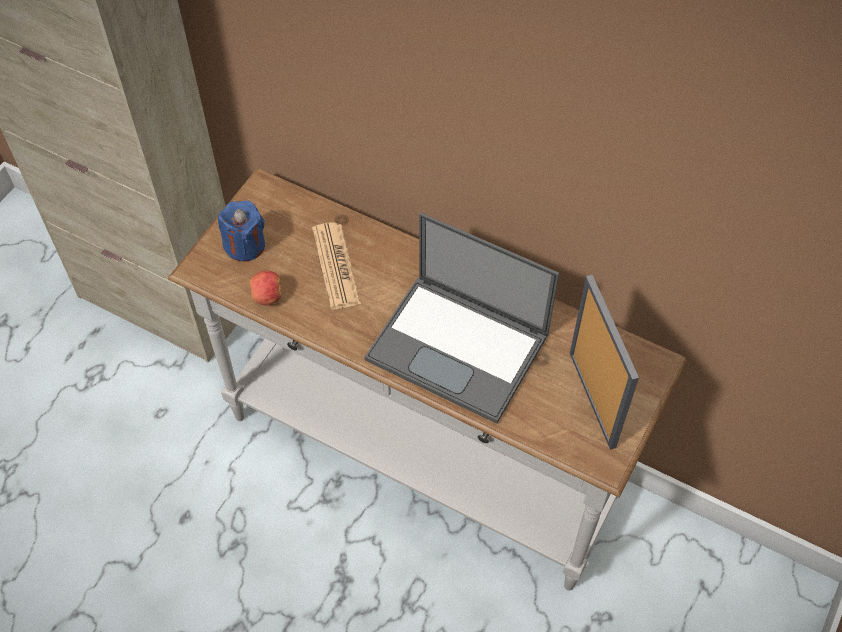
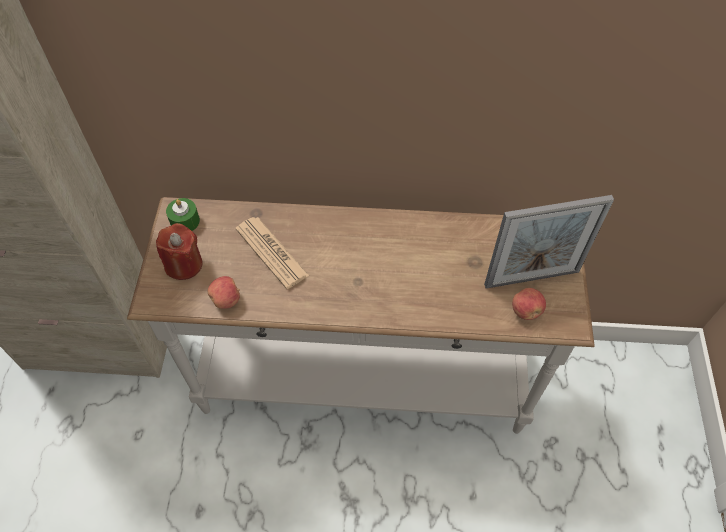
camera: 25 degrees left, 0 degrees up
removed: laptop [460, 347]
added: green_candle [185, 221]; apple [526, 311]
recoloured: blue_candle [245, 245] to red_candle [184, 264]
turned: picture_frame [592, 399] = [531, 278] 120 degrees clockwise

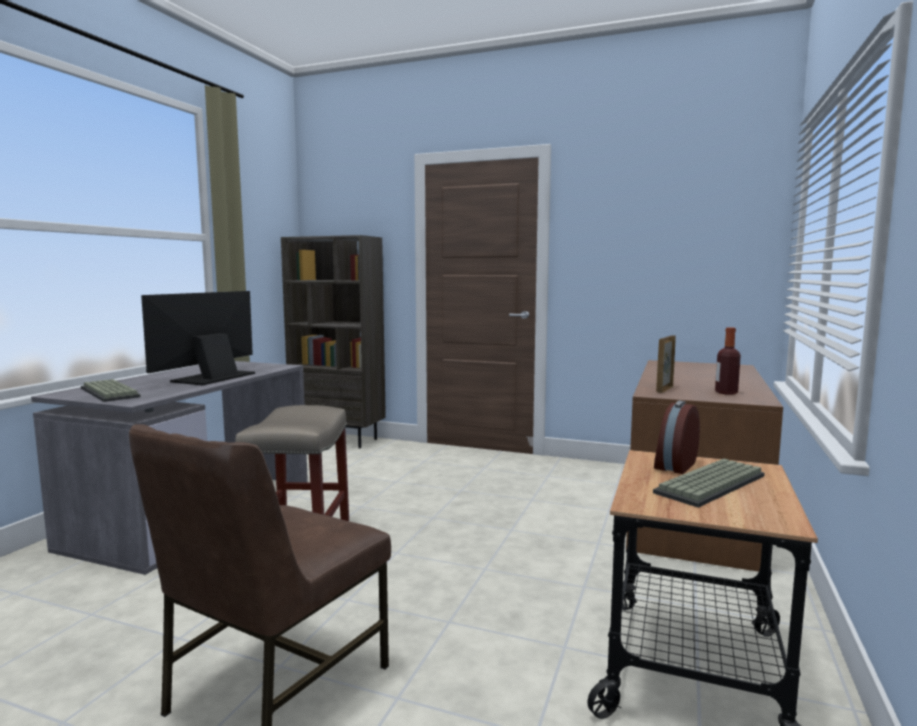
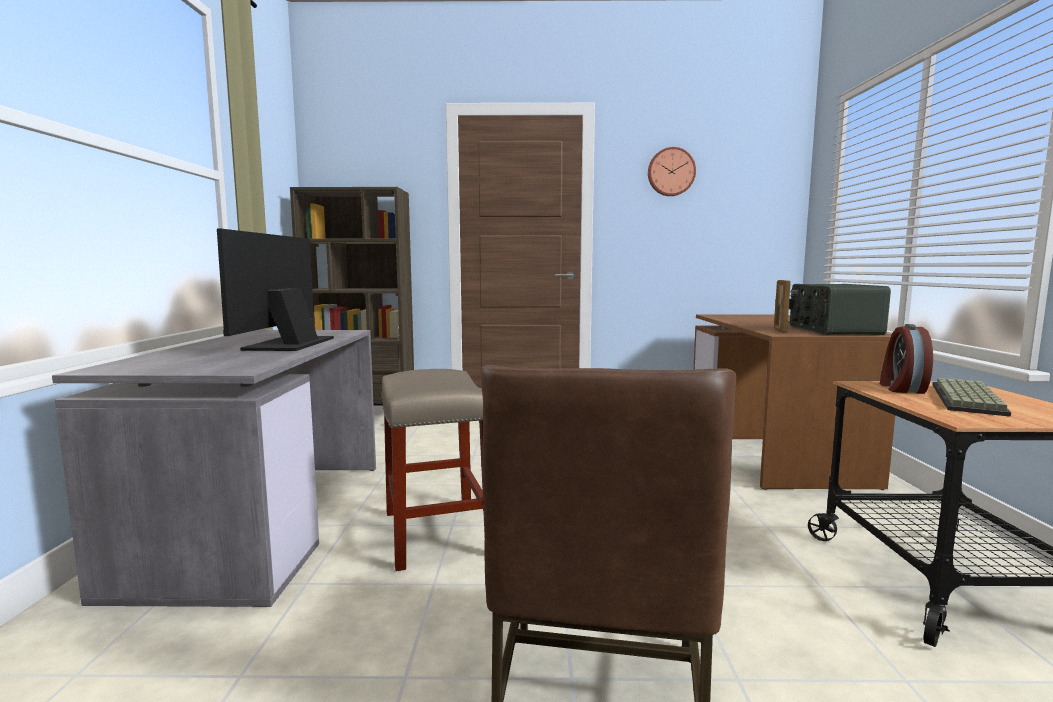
camera: 20 degrees left, 0 degrees up
removed: keyboard [111, 392]
added: wall_clock [671, 172]
replaced: bottle [726, 392] to radio [832, 330]

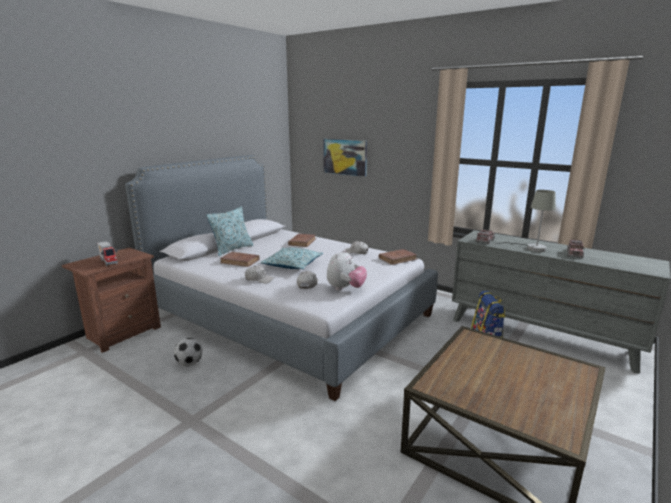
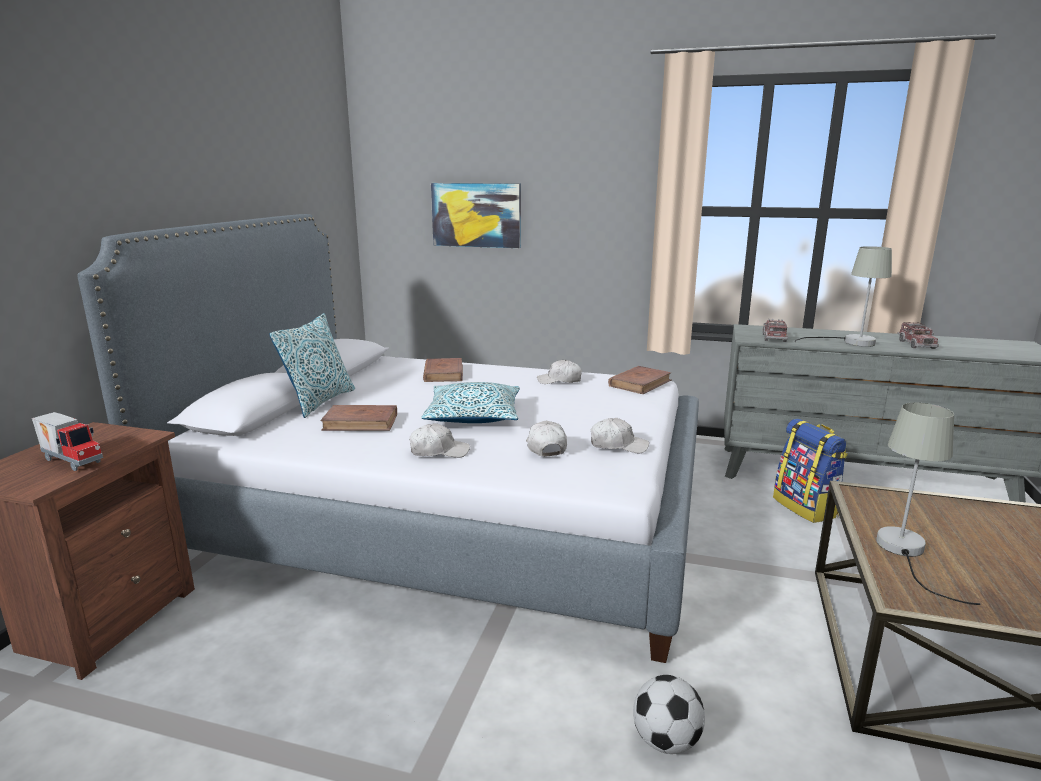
camera: 20 degrees left, 0 degrees up
added: grey_table_lamp [906, 552]
moved: football [189, 363] to [665, 742]
replaced: plush_toy [345, 288] to white_cap [618, 445]

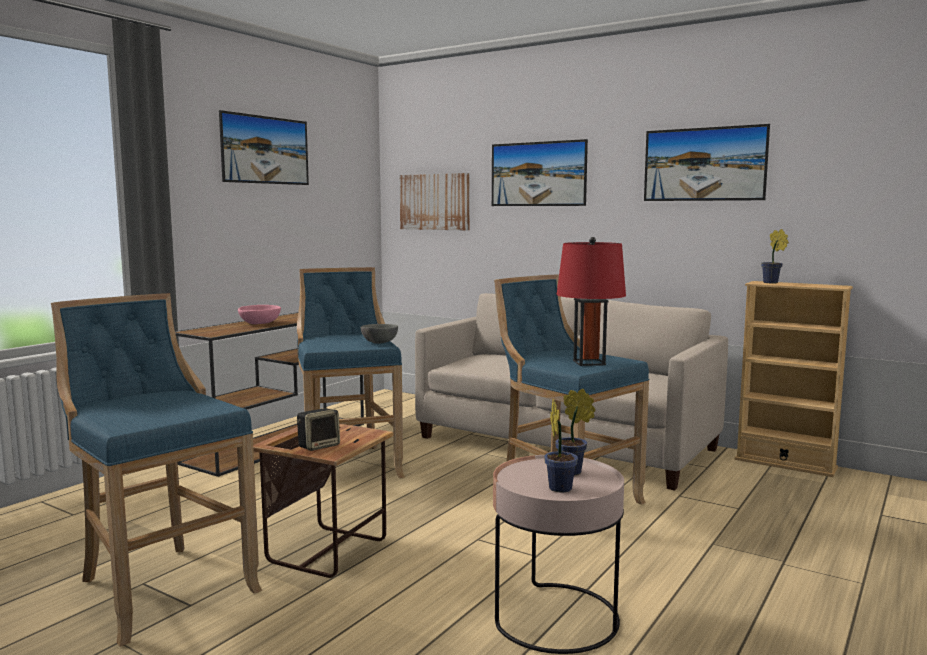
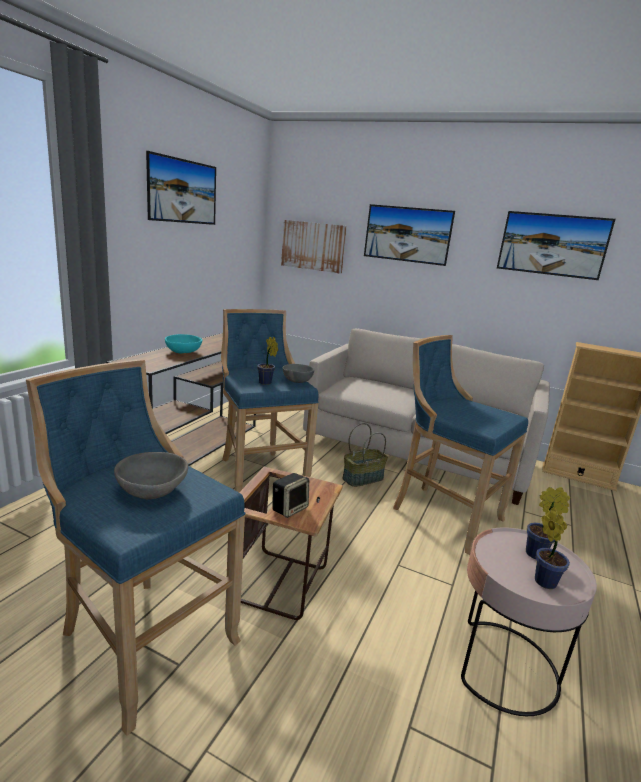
camera: 10 degrees left, 10 degrees up
removed: red_table_lamp [589, 363]
added: grey_bowl [152, 491]; basket [363, 478]
moved: potted_plant [772, 283] to [266, 383]
recoloured: pink_bowl [259, 323] to turquoise_bowl [183, 352]

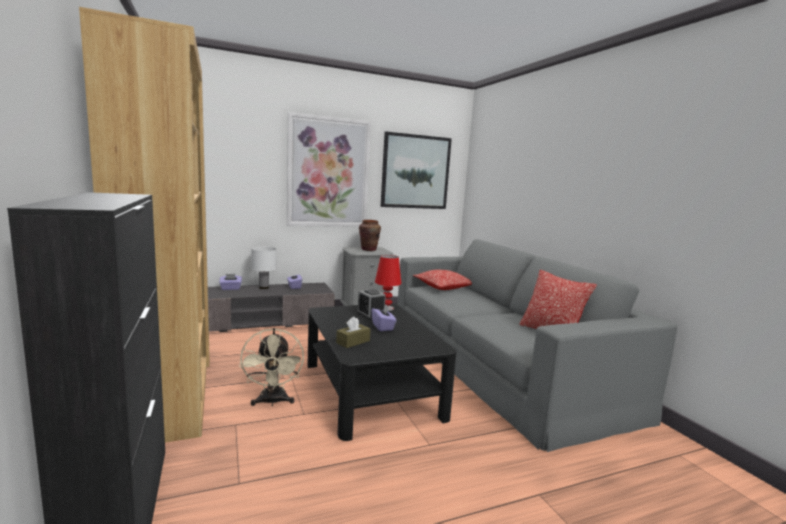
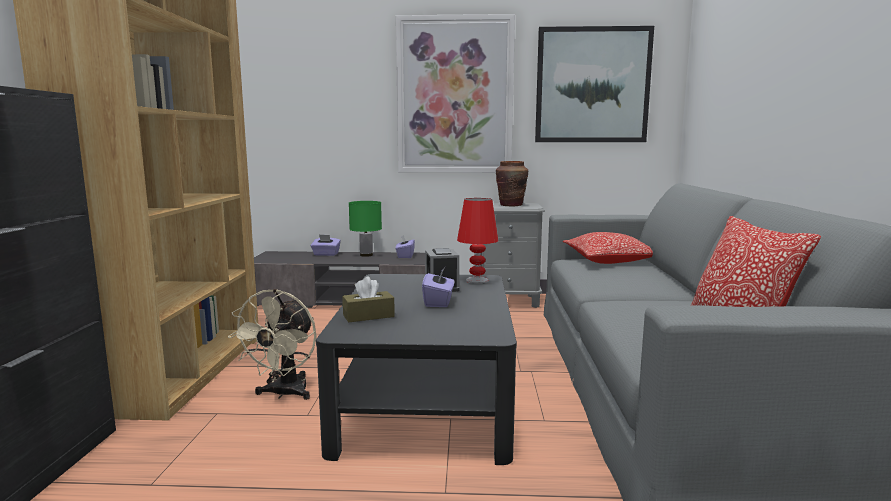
camera: 25 degrees right, 0 degrees up
recoloured: white_table_lamp [263, 287] to green_table_lamp [366, 255]

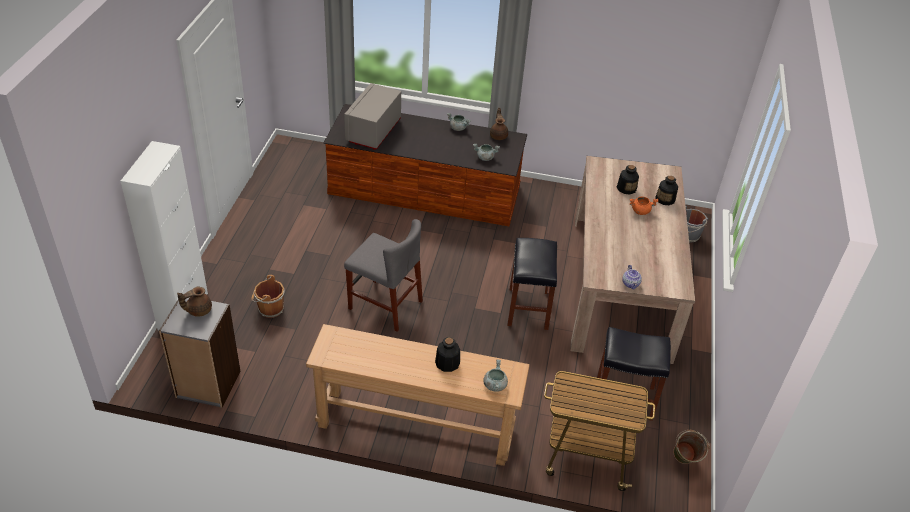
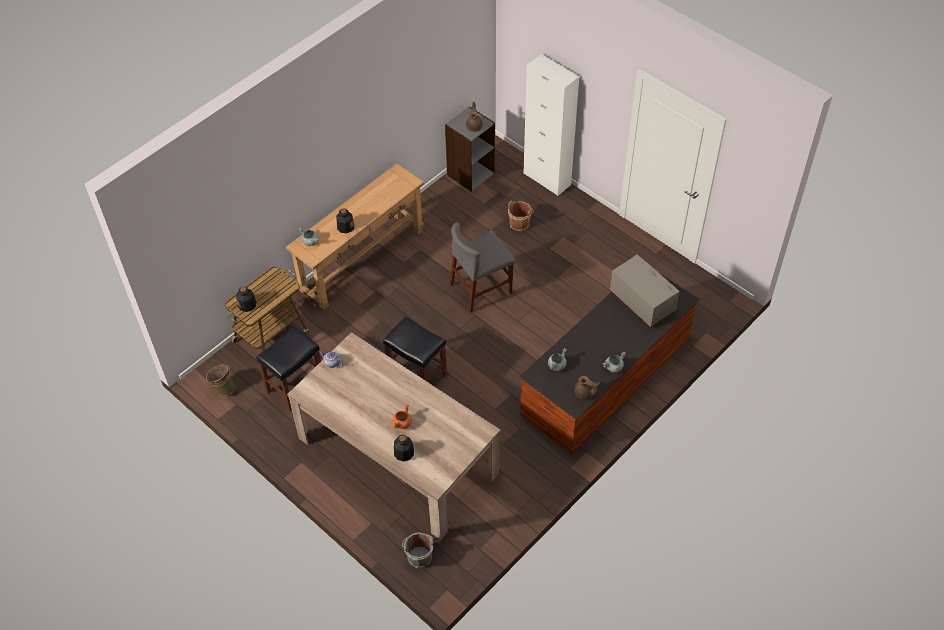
camera: 125 degrees right, 10 degrees up
moved: bottle [626, 188] to [247, 305]

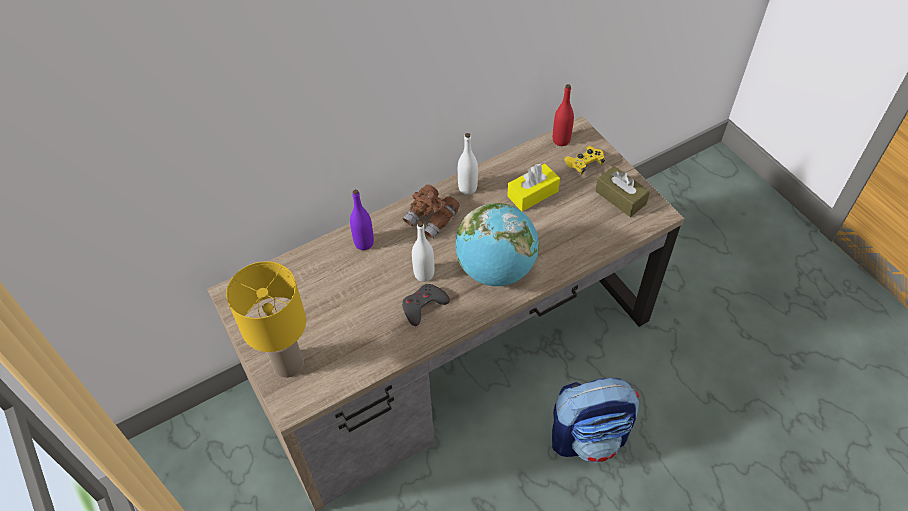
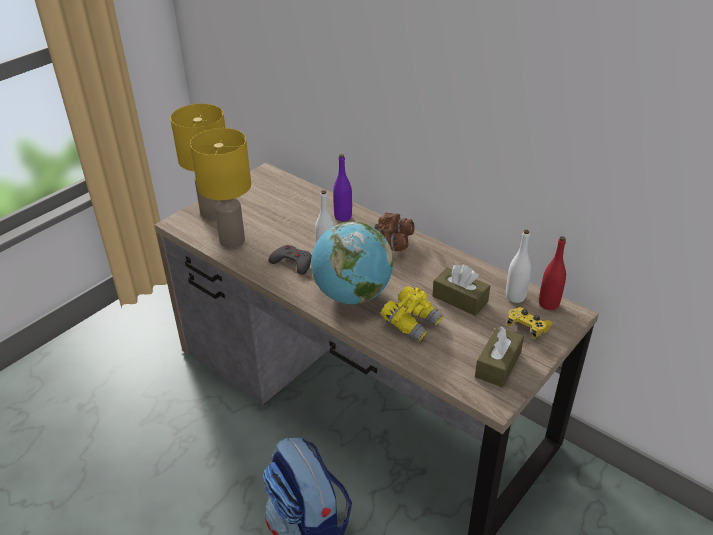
camera: 70 degrees right, 15 degrees down
added: yellow_table_lamp [231, 241]; yellow_binoculars [411, 323]
moved: white_bottle [467, 188] to [515, 297]
recoloured: yellow_tissue_box [532, 194] to brown_tissue_box [460, 299]

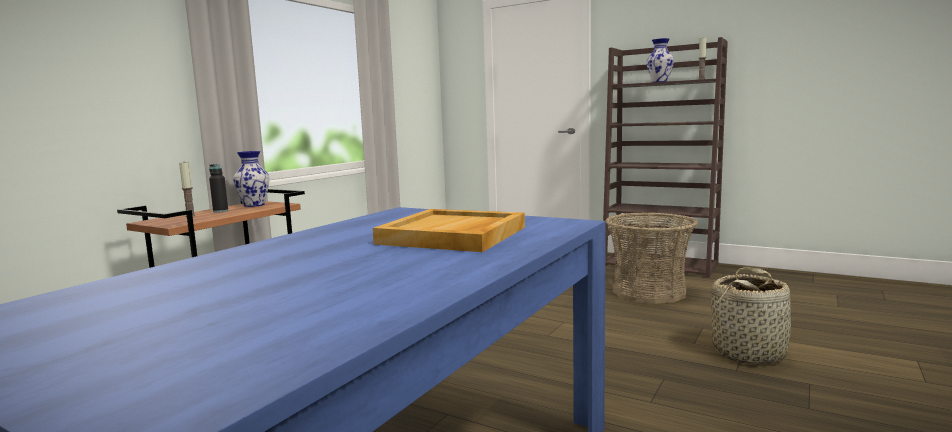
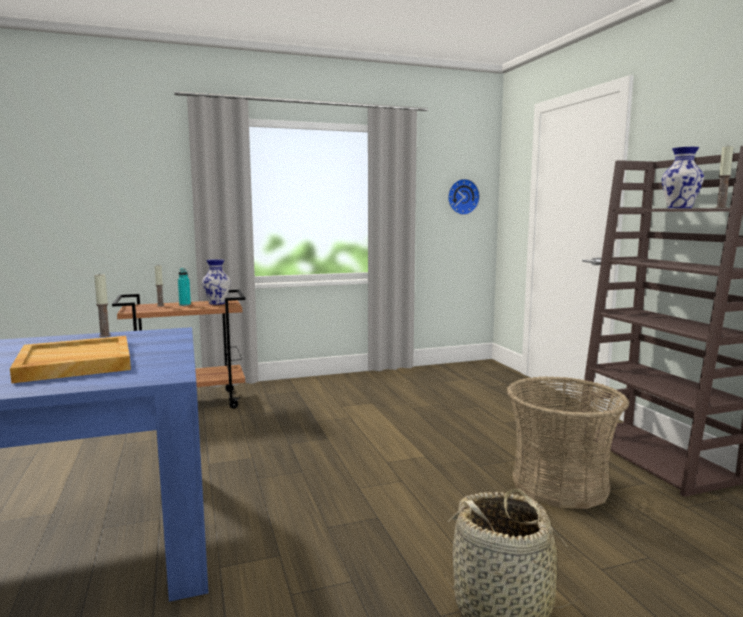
camera: 40 degrees right, 0 degrees up
added: candle [104, 335]; wall_clock [462, 197]
recoloured: black_bottle [220, 211] to turquoise_bottle [185, 305]

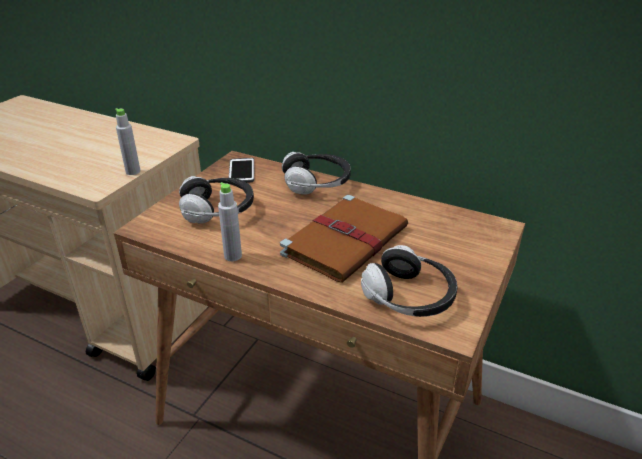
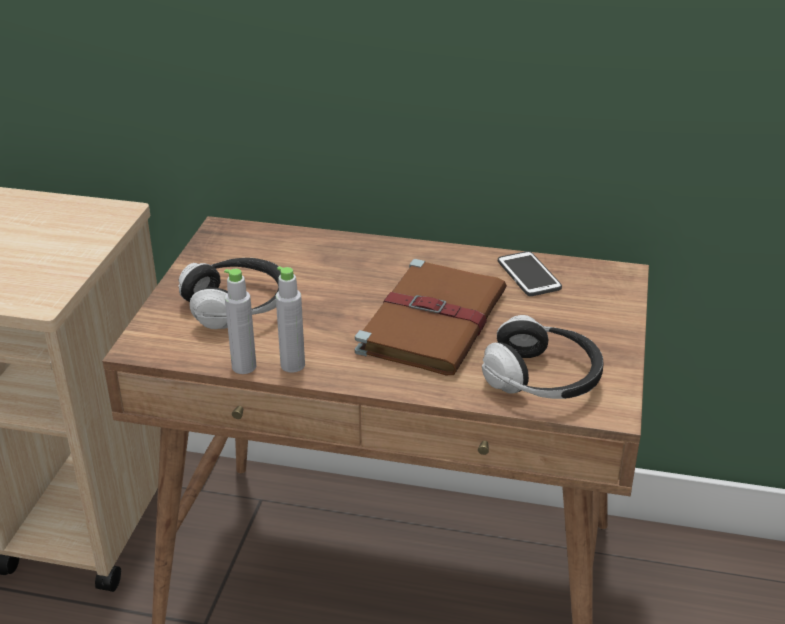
camera: 15 degrees left, 0 degrees up
removed: headphones [317, 183]
moved: grey_bottle [133, 171] to [244, 367]; phone [241, 171] to [529, 275]

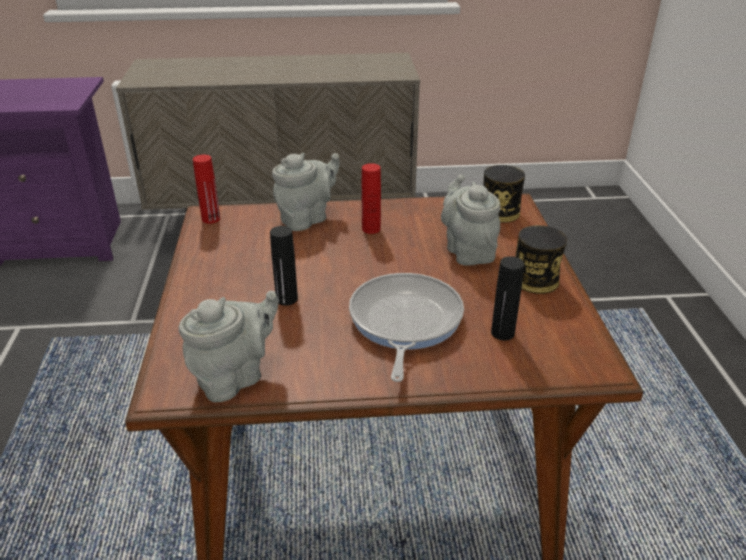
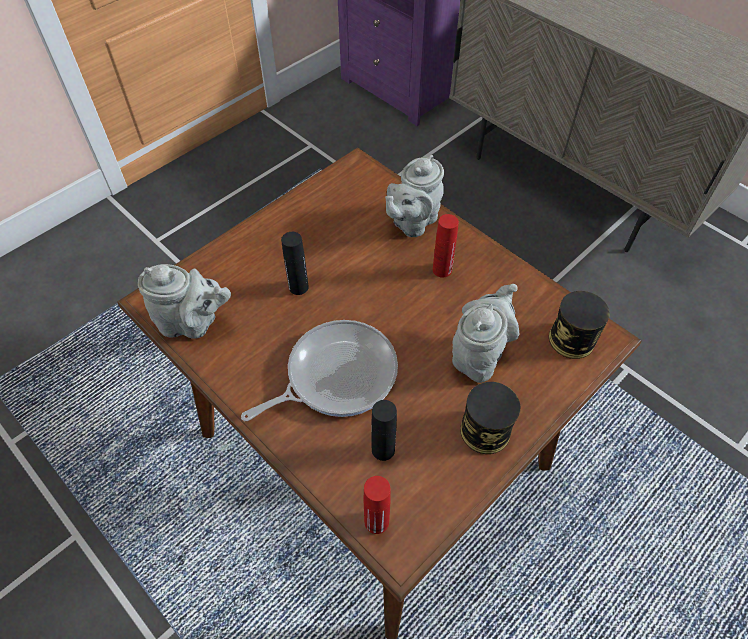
camera: 50 degrees right, 20 degrees up
moved: red_bottle [211, 219] to [376, 521]
turned: grey_teapot [307, 219] = [412, 222] 120 degrees clockwise

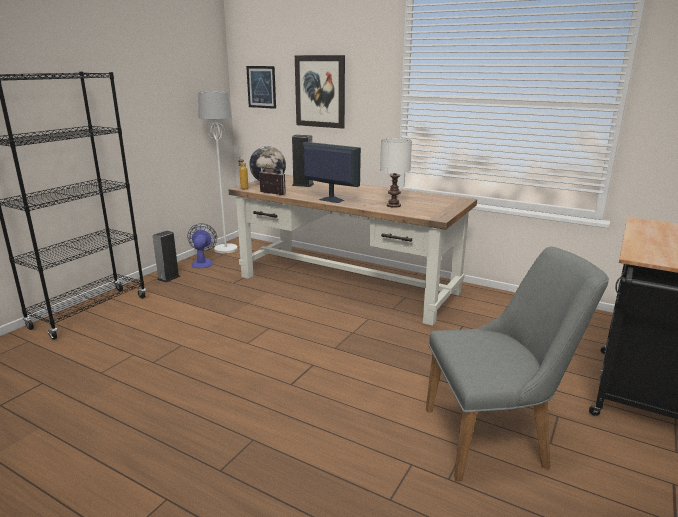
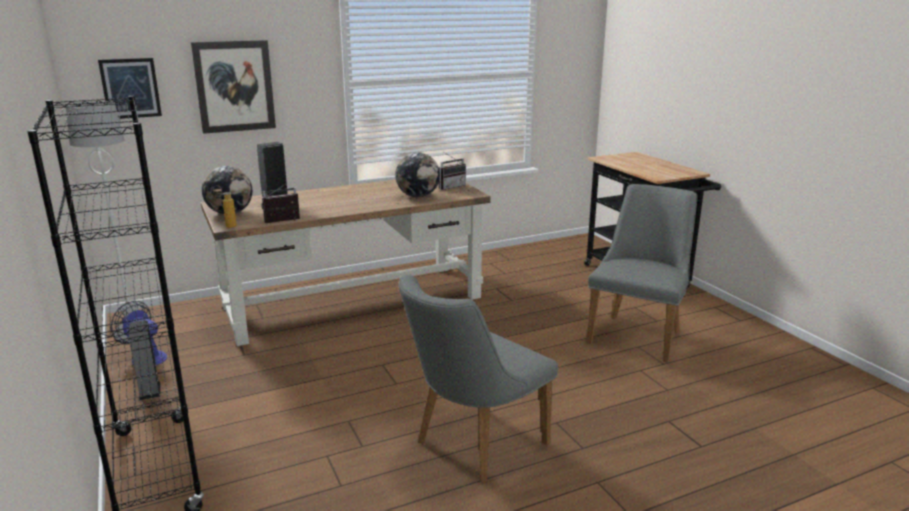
camera: 55 degrees left, 0 degrees up
removed: monitor [330, 200]
added: grey_chair [472, 446]; radio [450, 186]
replaced: white_table_lamp [393, 205] to globe [418, 196]

